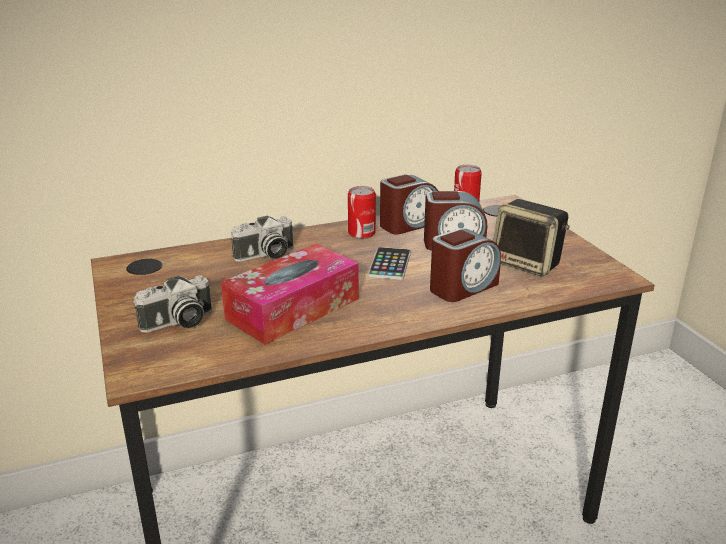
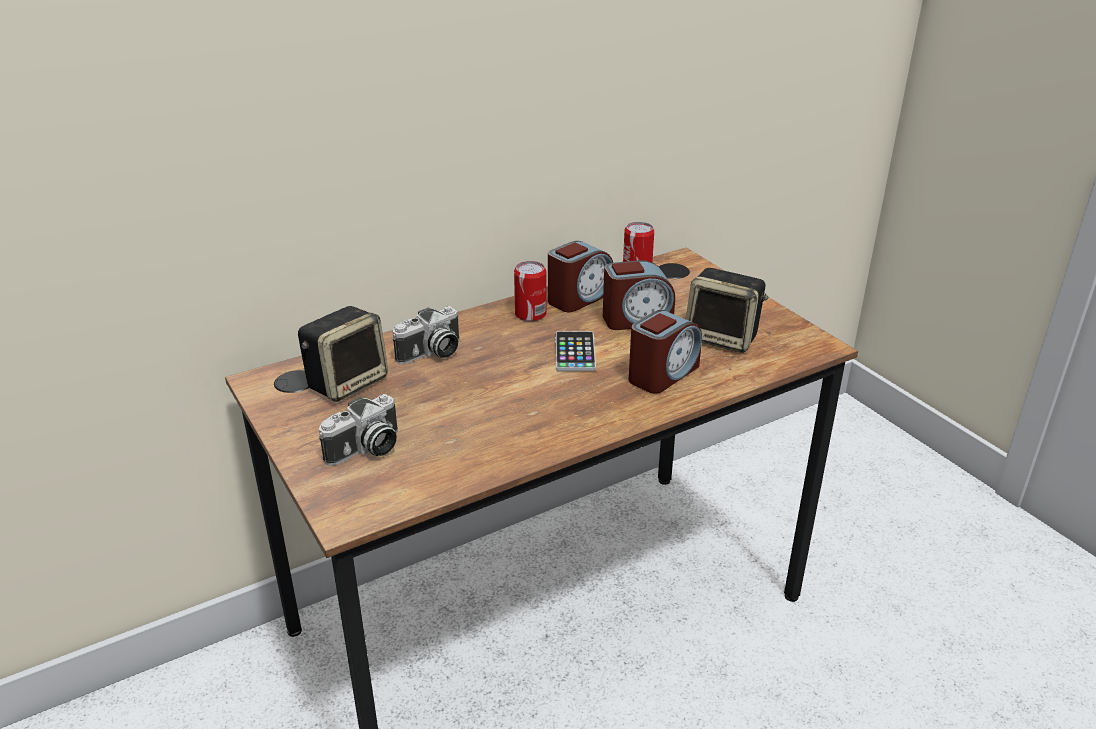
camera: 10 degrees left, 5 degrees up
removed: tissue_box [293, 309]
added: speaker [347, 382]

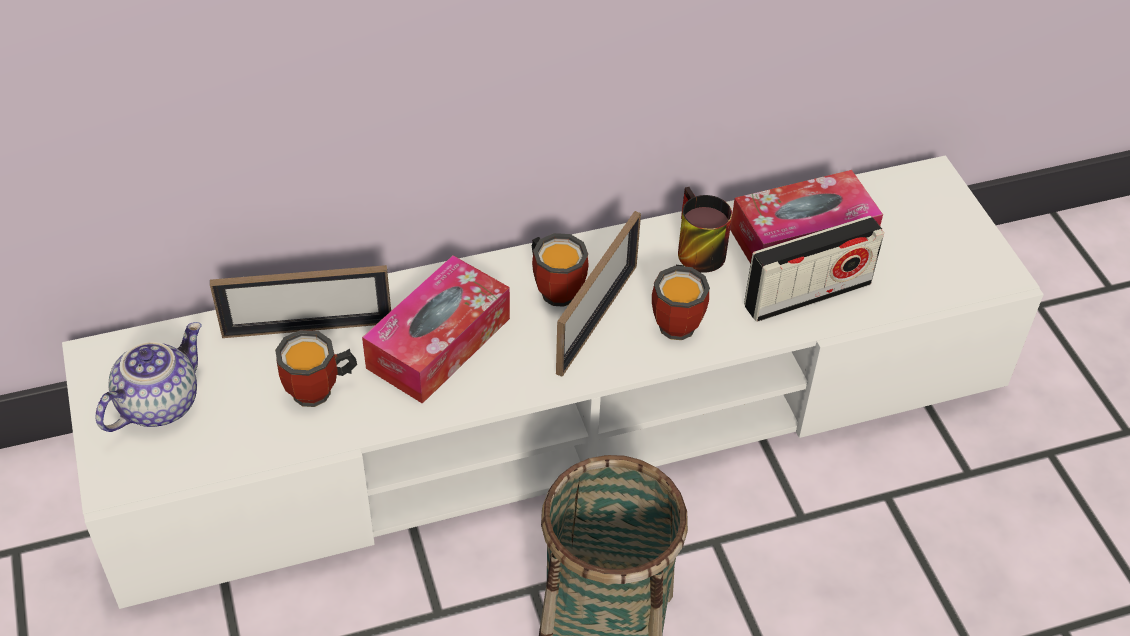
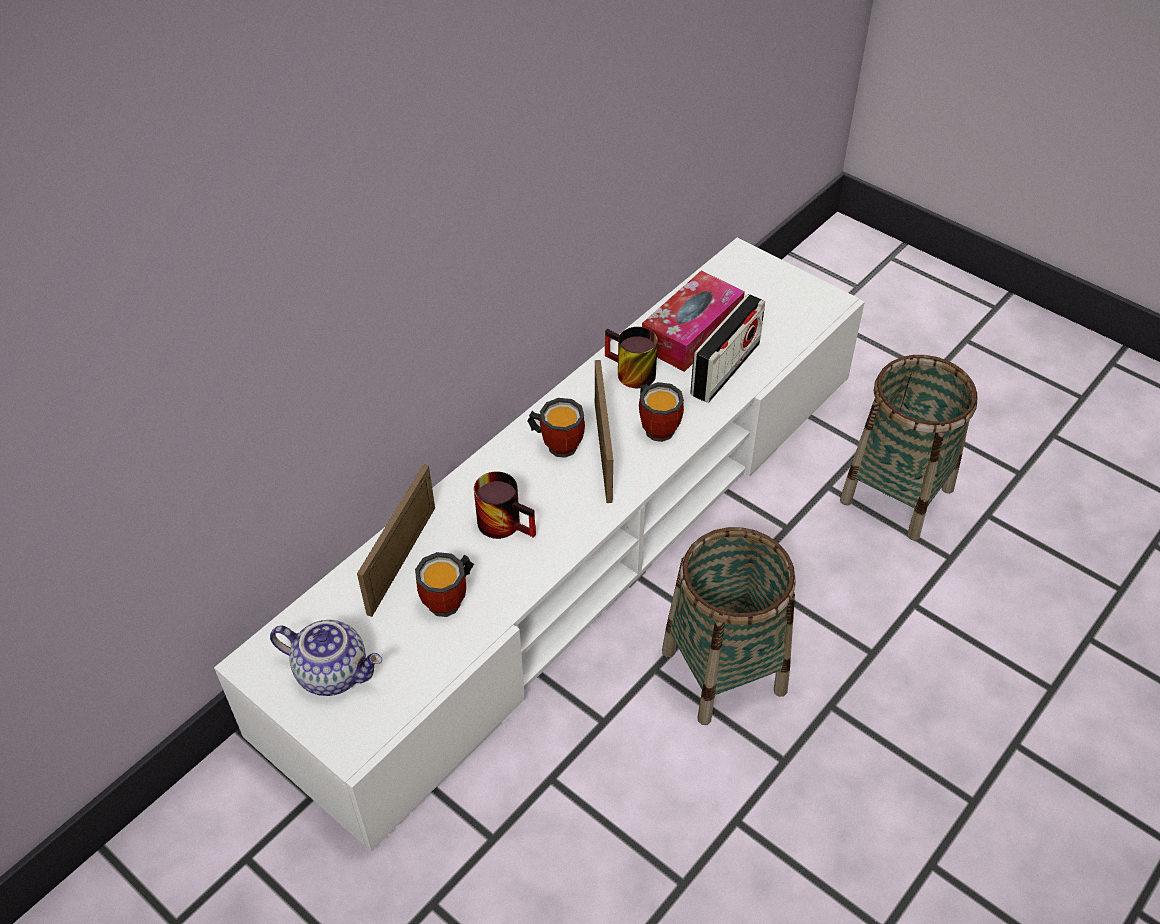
camera: 30 degrees left, 0 degrees up
added: basket [897, 495]
replaced: tissue_box [439, 343] to mug [507, 522]
turned: teapot [158, 403] = [334, 671] 105 degrees clockwise; picture_frame [307, 328] = [402, 559] 150 degrees clockwise

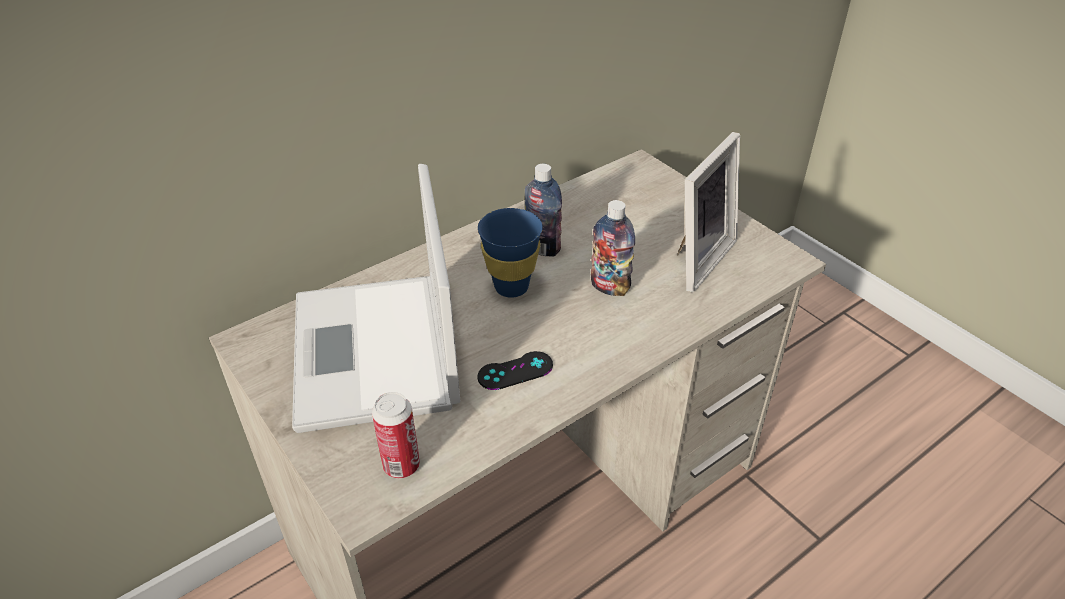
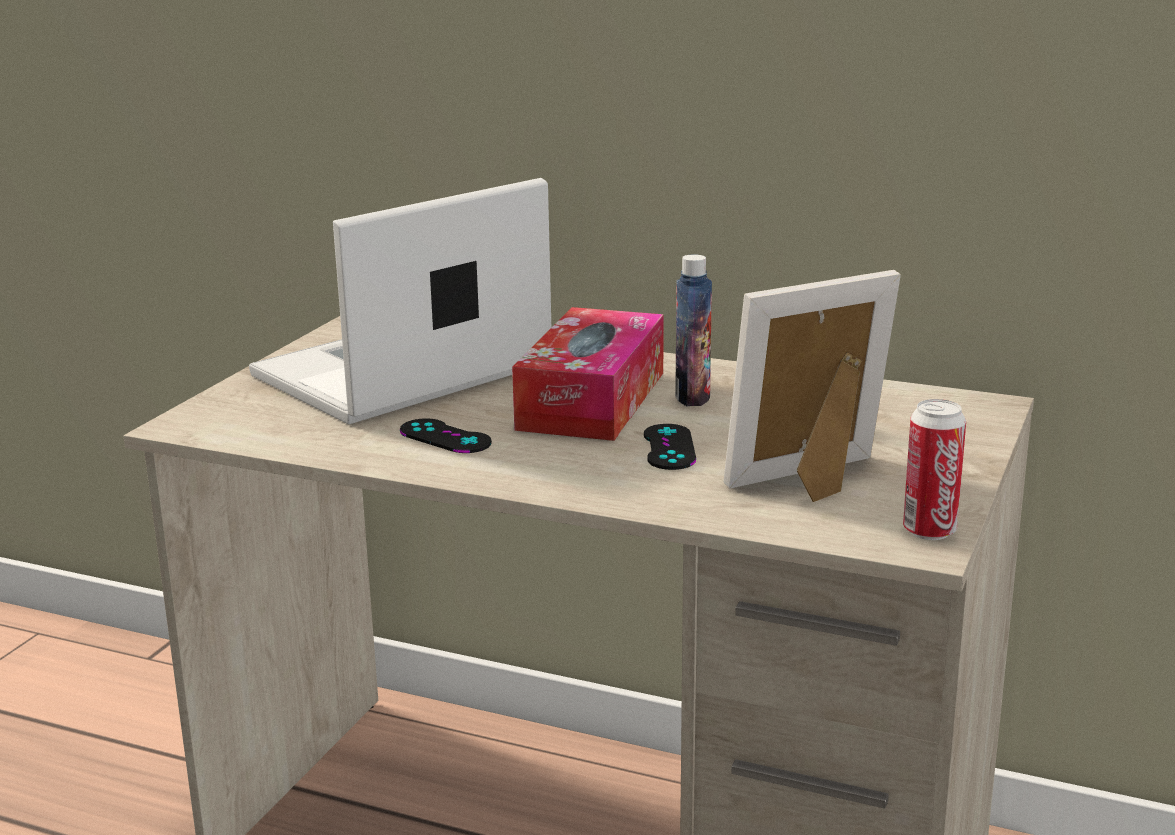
camera: 60 degrees right, 20 degrees down
moved: can [401, 465] to [929, 531]
replaced: blue_cup [511, 287] to tissue_box [592, 400]; bottle [609, 287] to black_game_controller [669, 447]
turned: picture_frame [695, 258] = [815, 482] 150 degrees clockwise

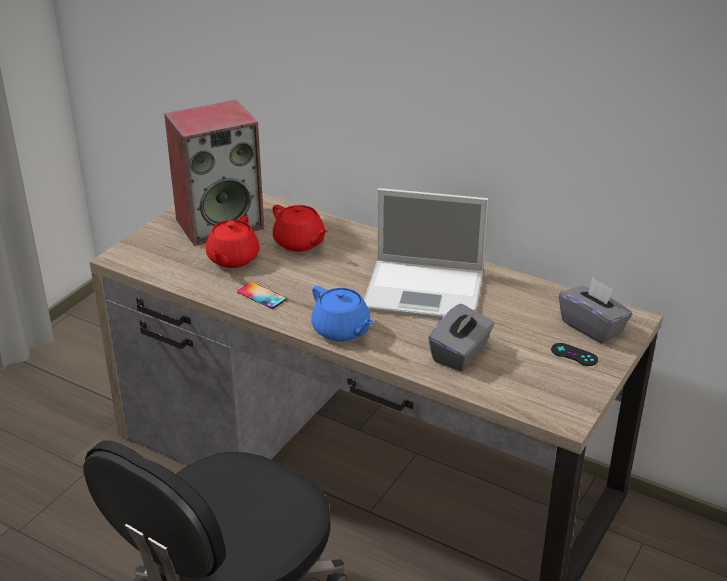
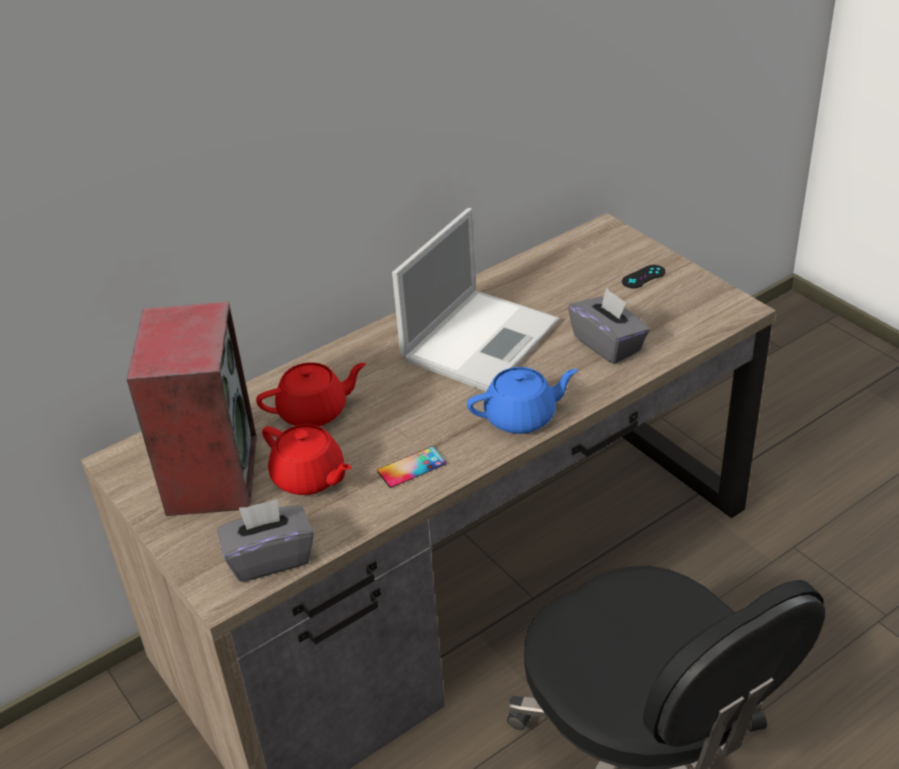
camera: 65 degrees left, 5 degrees up
moved: grey_tissue_box [592, 327] to [270, 558]

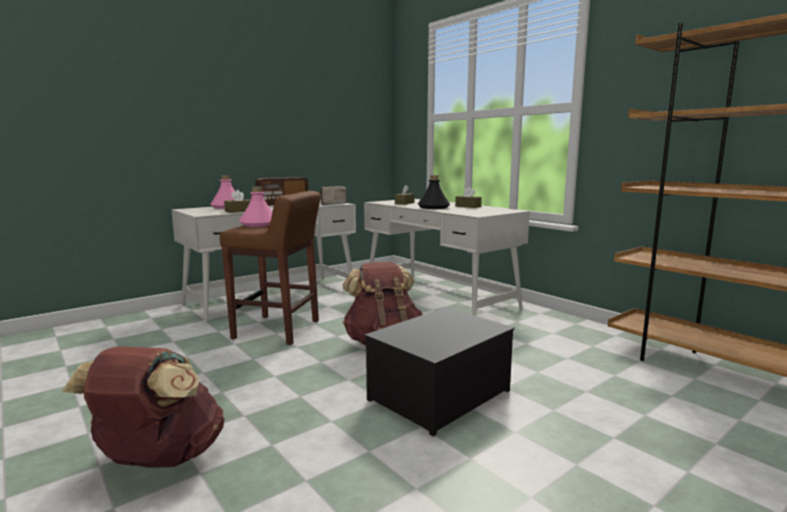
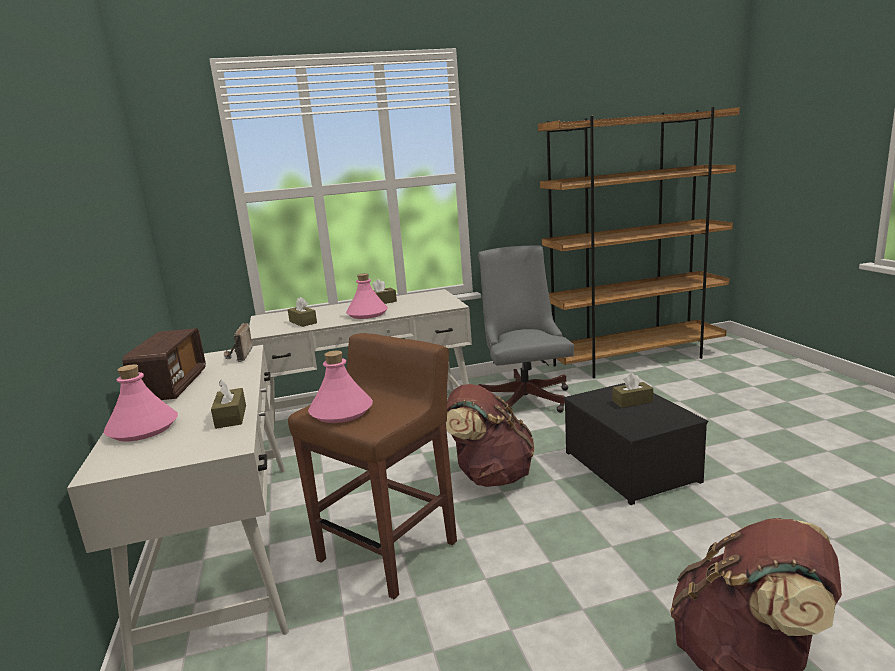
camera: 65 degrees left, 5 degrees up
added: grey_office_chair [525, 396]; brown_tissue_box [632, 401]
recoloured: black_bottle [433, 207] to pink_bottle [367, 314]

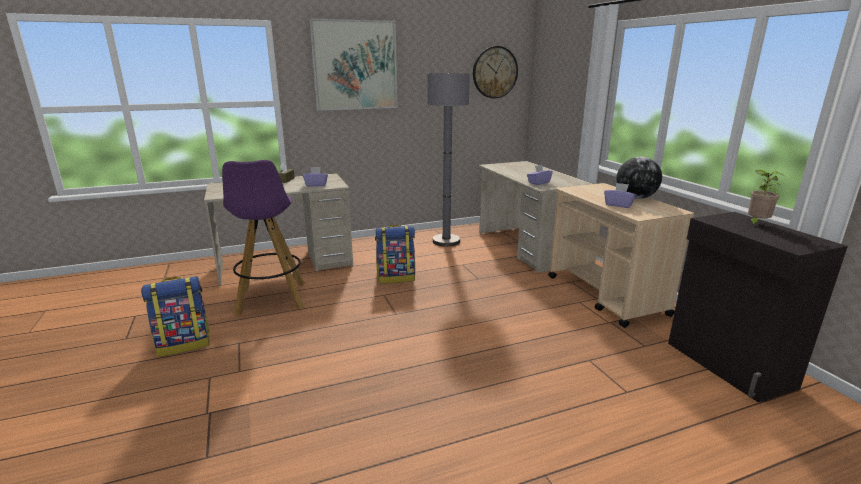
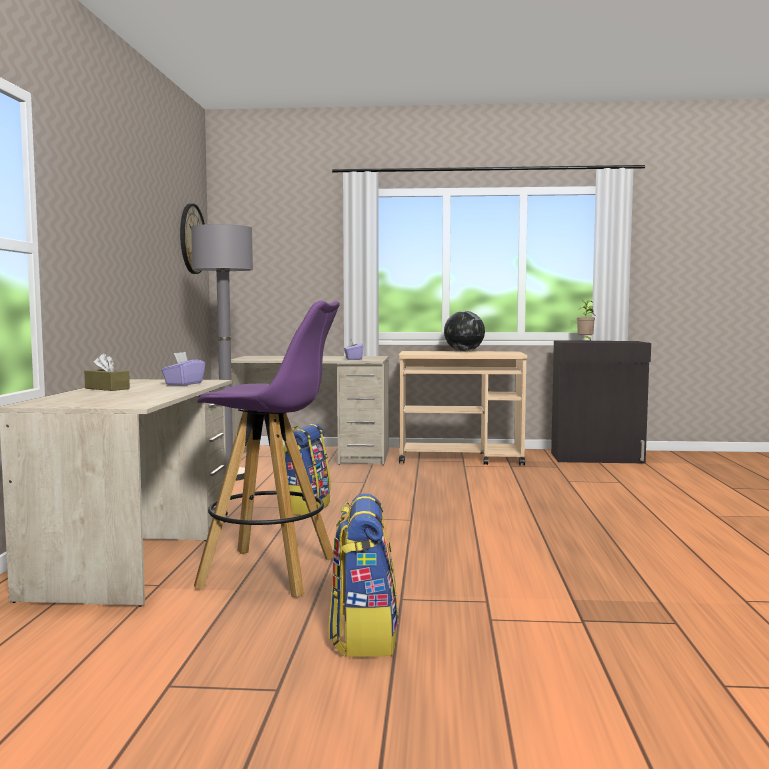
camera: 65 degrees left, 15 degrees down
removed: picture [355, 65]; purple_tissue_box [618, 205]

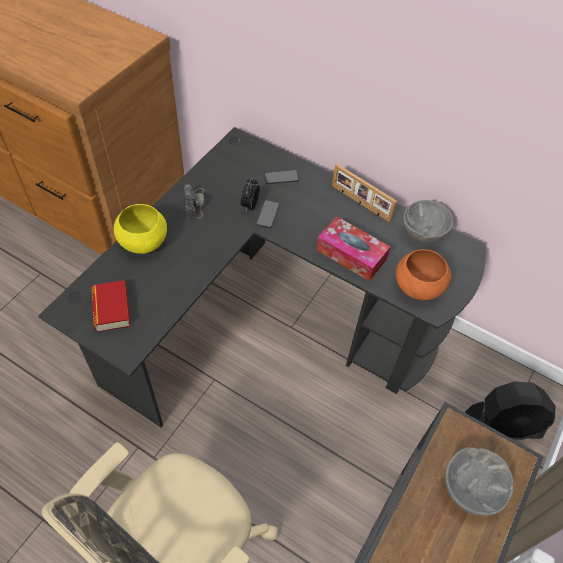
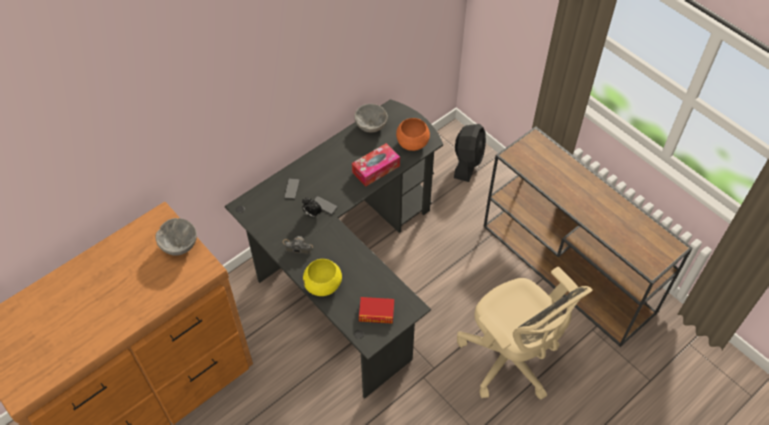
camera: 70 degrees left, 0 degrees up
removed: picture_frame [360, 203]
moved: grey_bowl [470, 488] to [179, 245]

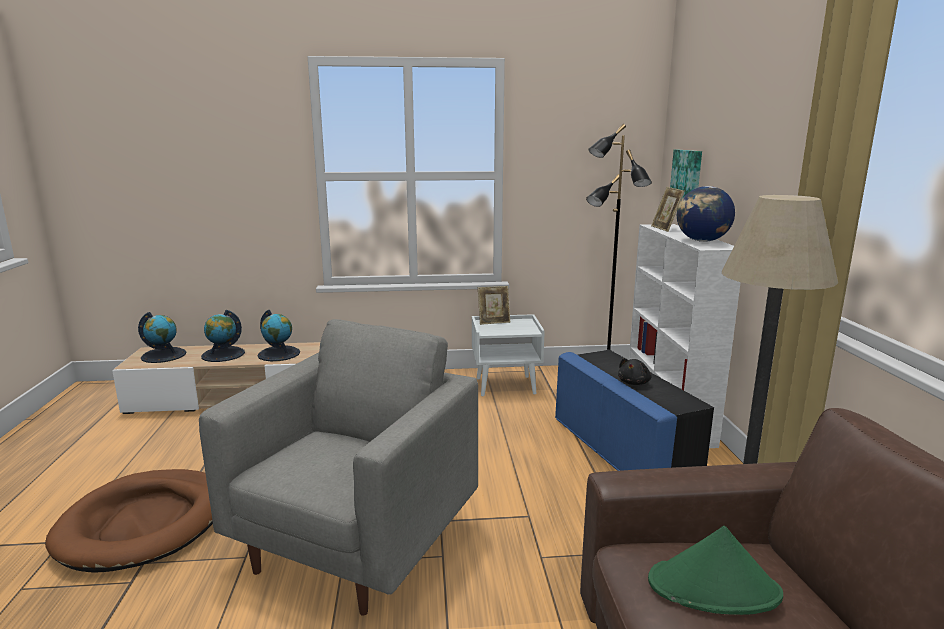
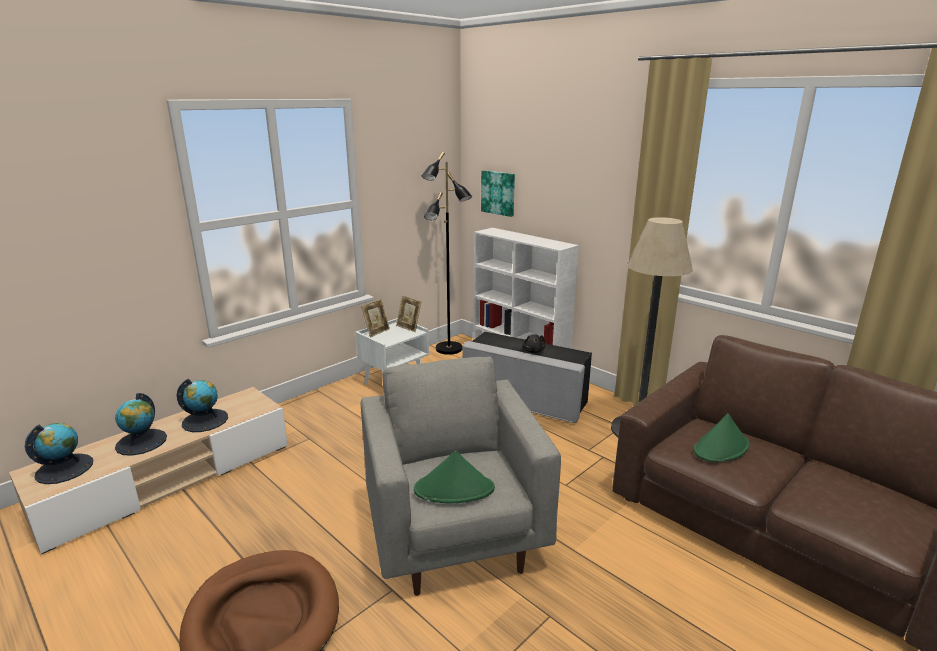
camera: 40 degrees left, 5 degrees up
removed: globe [702, 241]
added: green_hat [454, 489]
moved: picture_frame [665, 229] to [409, 327]
recoloured: blue_ottoman [623, 450] to grey_ottoman [524, 400]

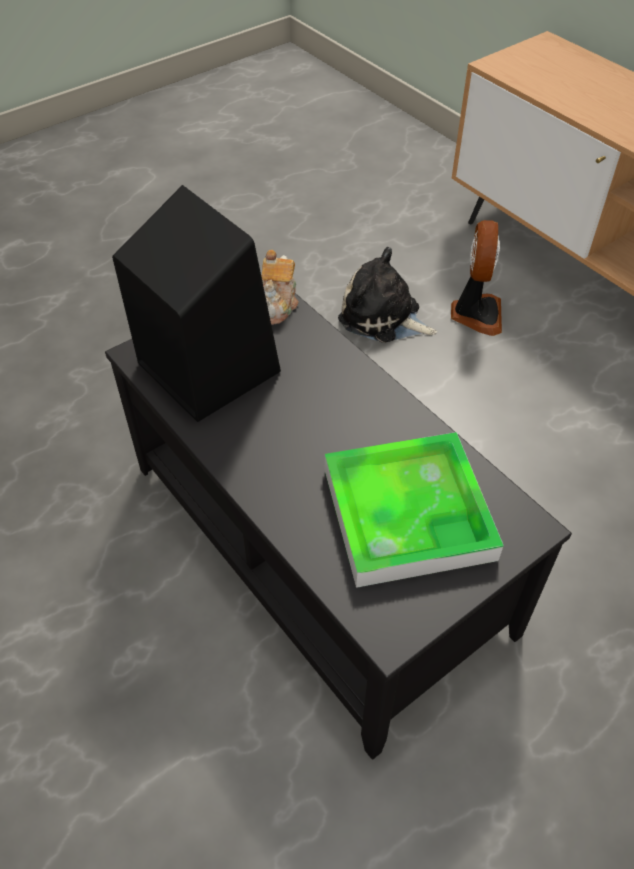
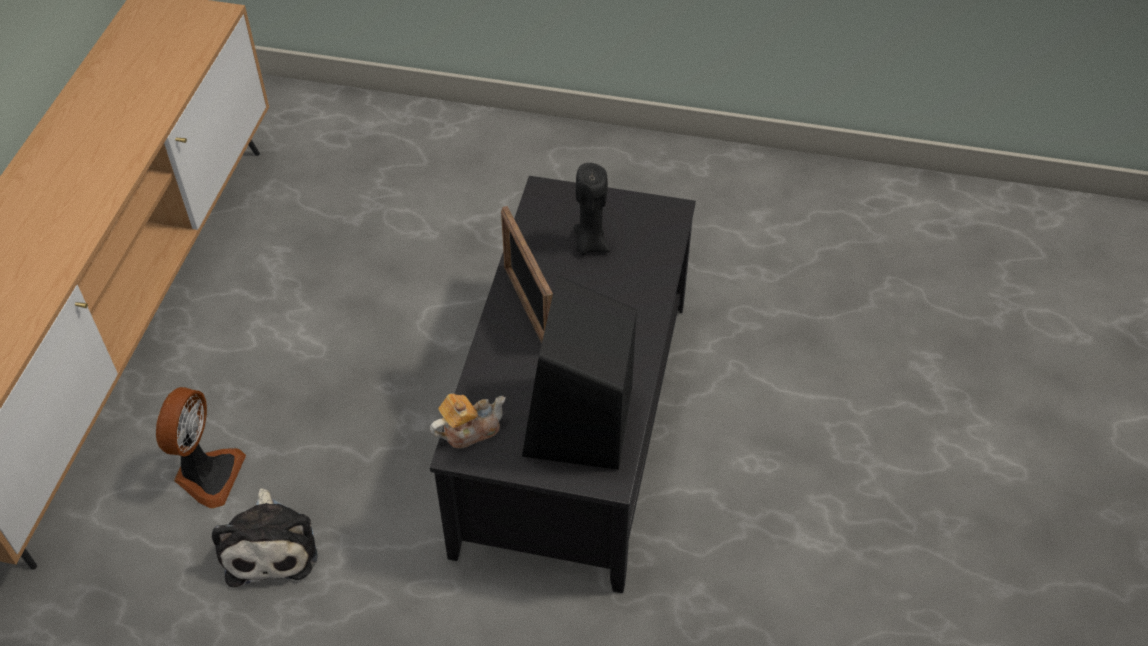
camera: 130 degrees left, 0 degrees up
added: picture_frame [528, 309]
replaced: tray [407, 513] to black_candle [589, 244]
turned: fan [475, 314] = [207, 475] 135 degrees clockwise

